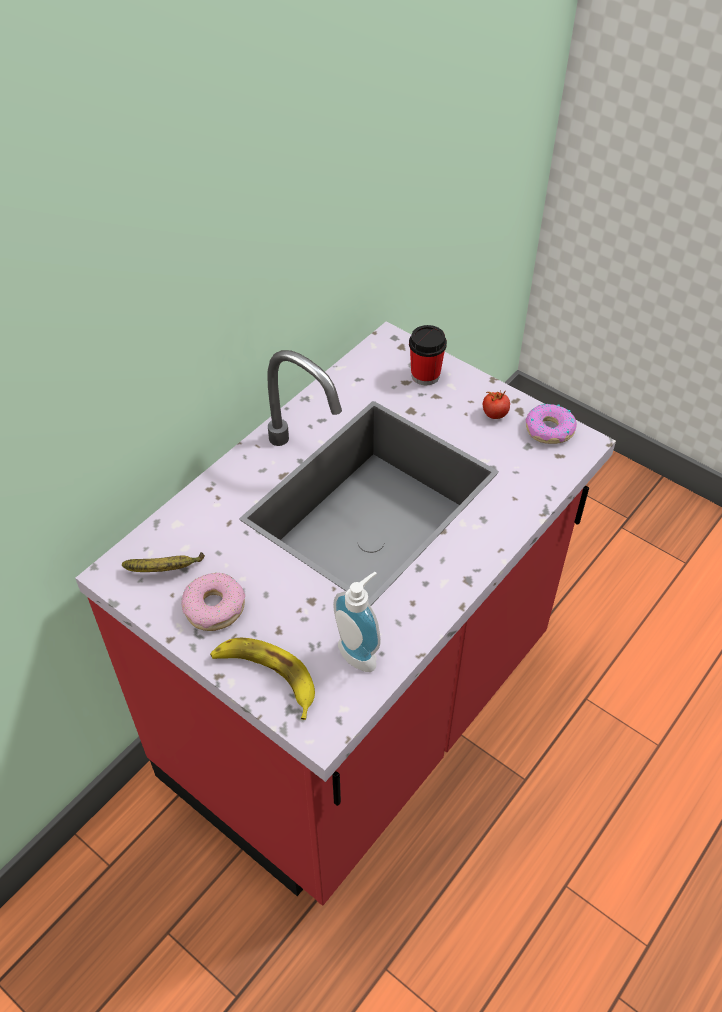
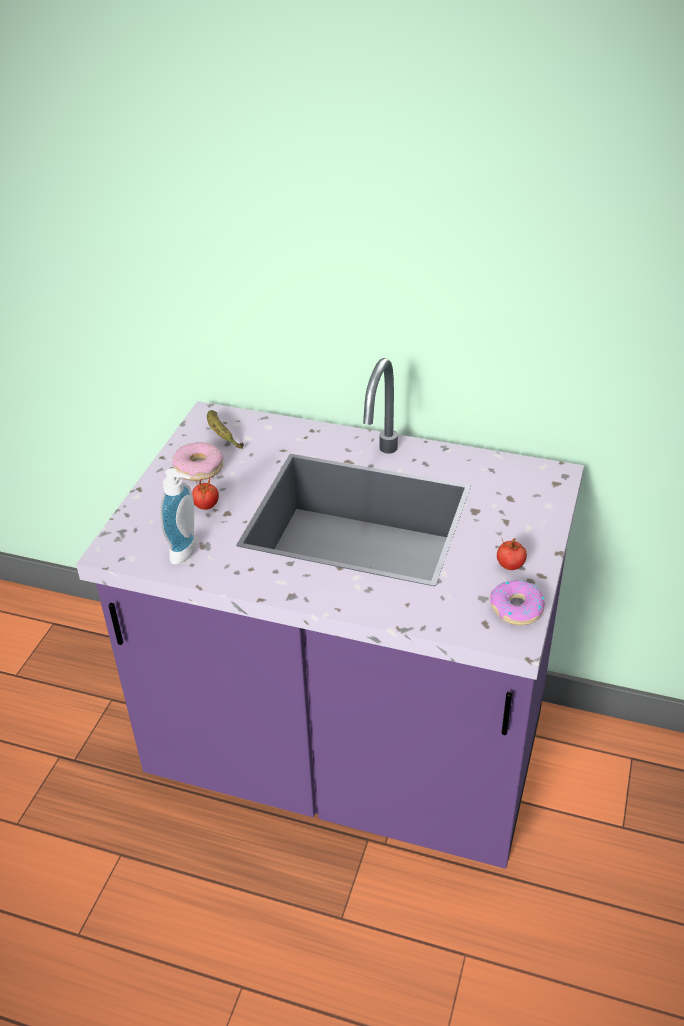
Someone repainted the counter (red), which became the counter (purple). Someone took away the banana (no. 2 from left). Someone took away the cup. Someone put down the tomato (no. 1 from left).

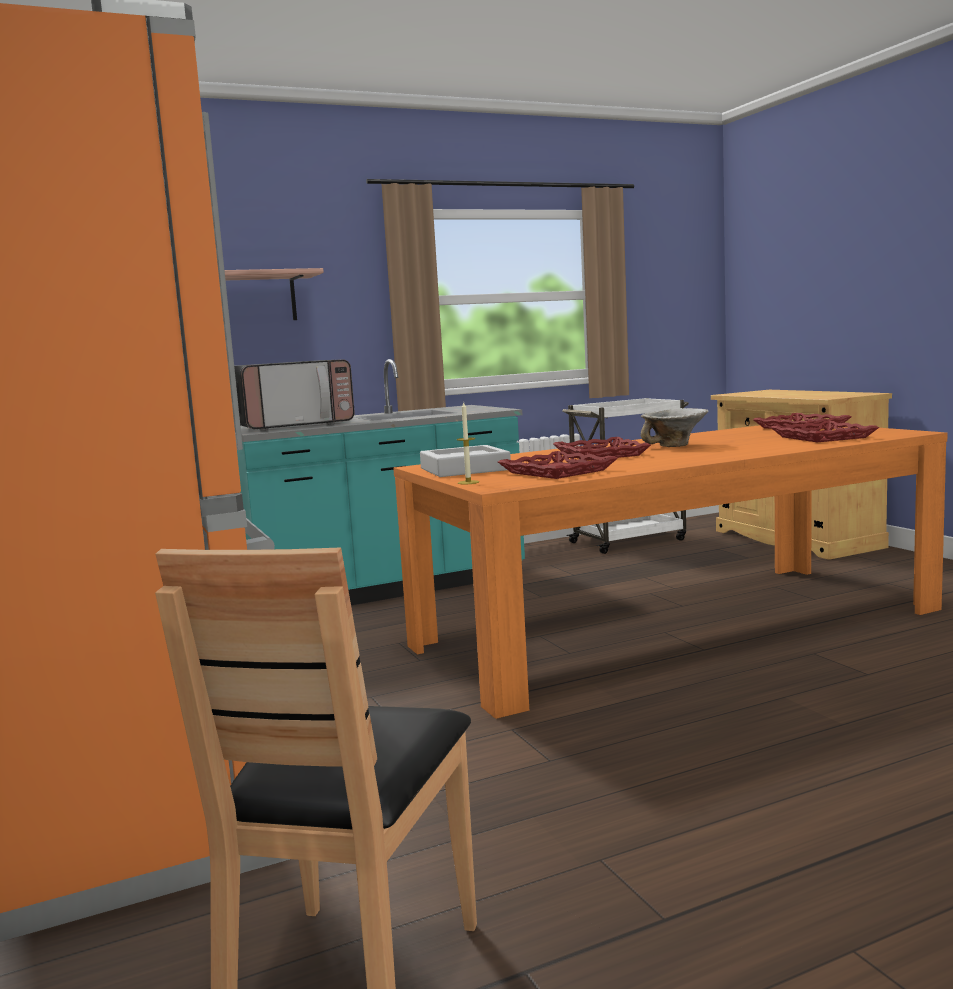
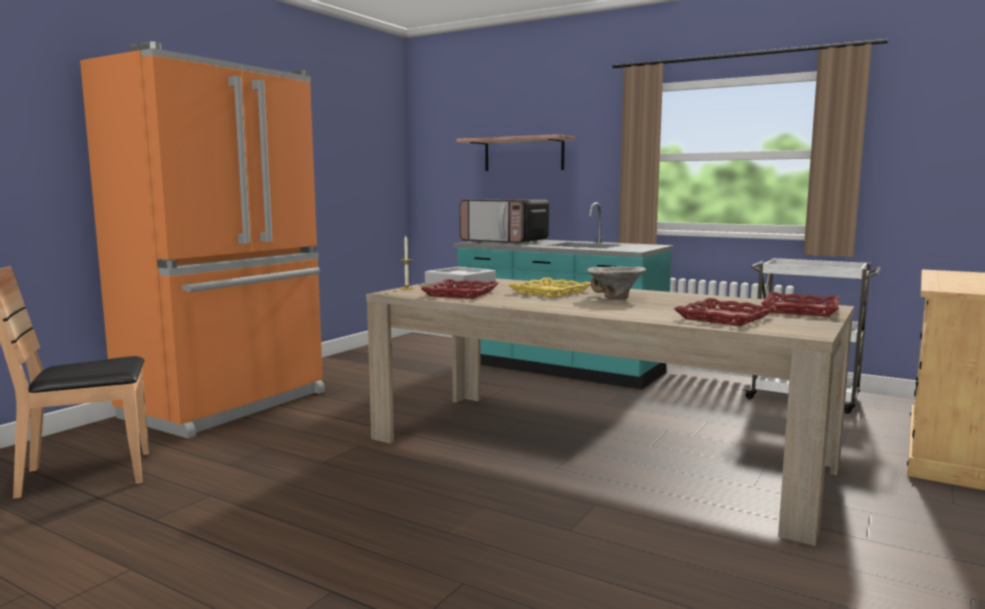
Someone repainted the dining table (orange), which became the dining table (beige). Someone repainted the tray (red) (no. 2 from left), which became the tray (yellow).

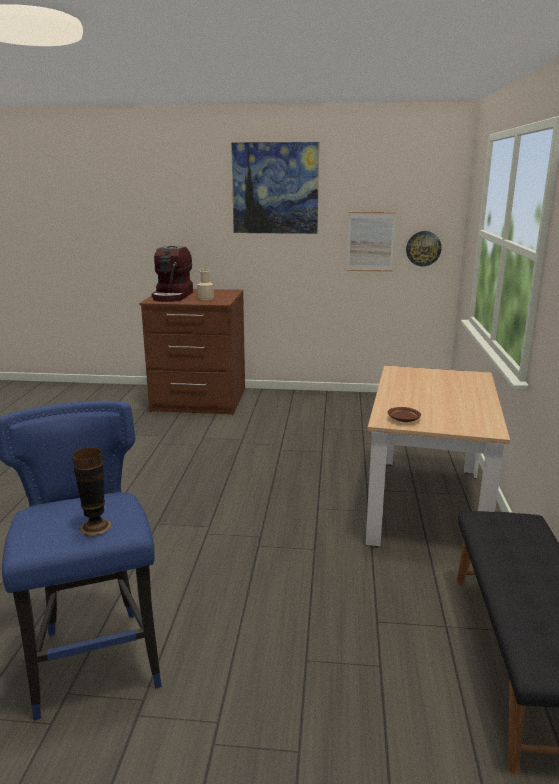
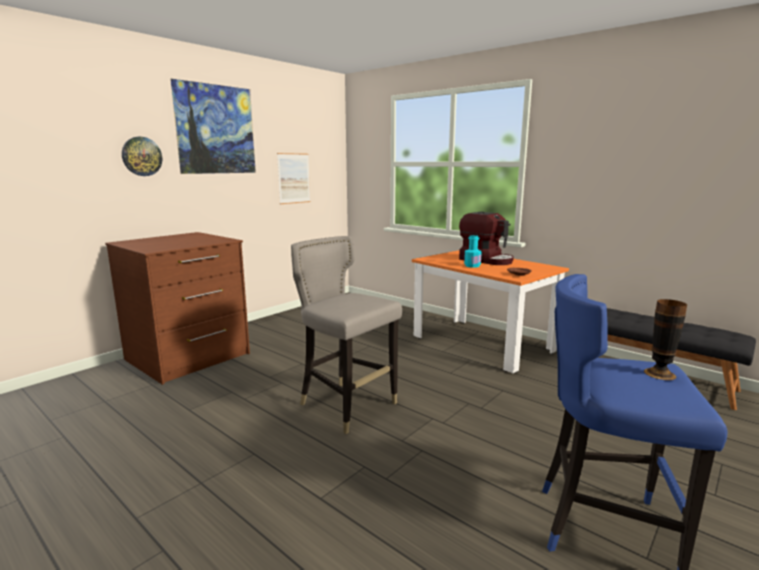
Someone carried the coffee machine. Someone took away the bottle (beige). Someone repainted the dining table (beige), which became the dining table (orange). Someone carried the wall clock. Someone put down the stool (grey). Someone put down the bottle (turquoise).

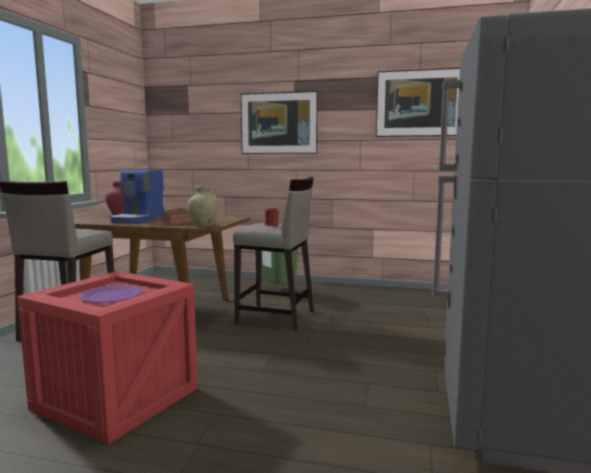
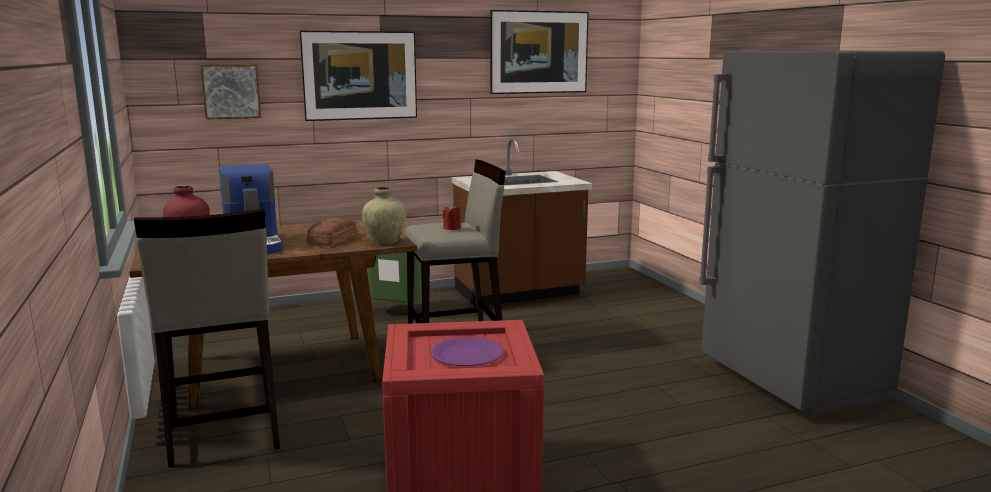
Someone put up the picture (no. 1 from left). Someone put down the counter (brown).

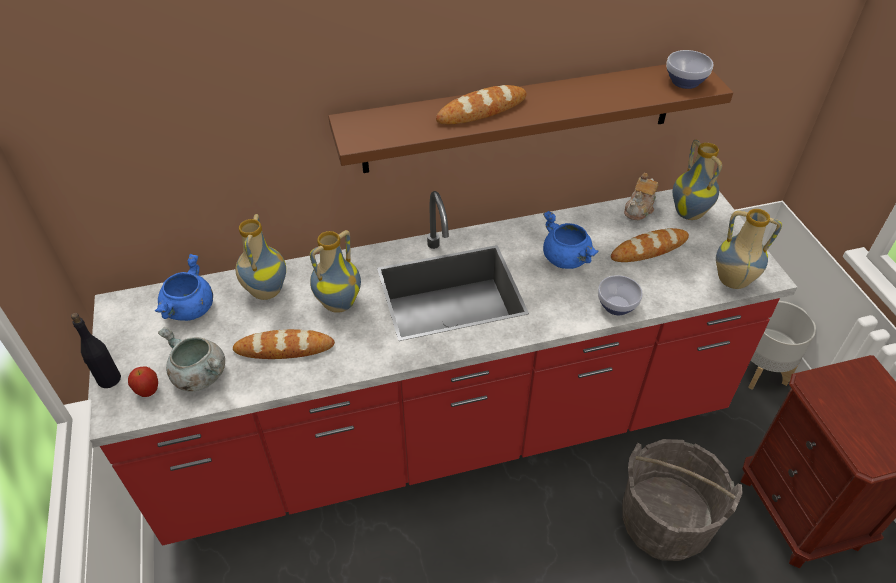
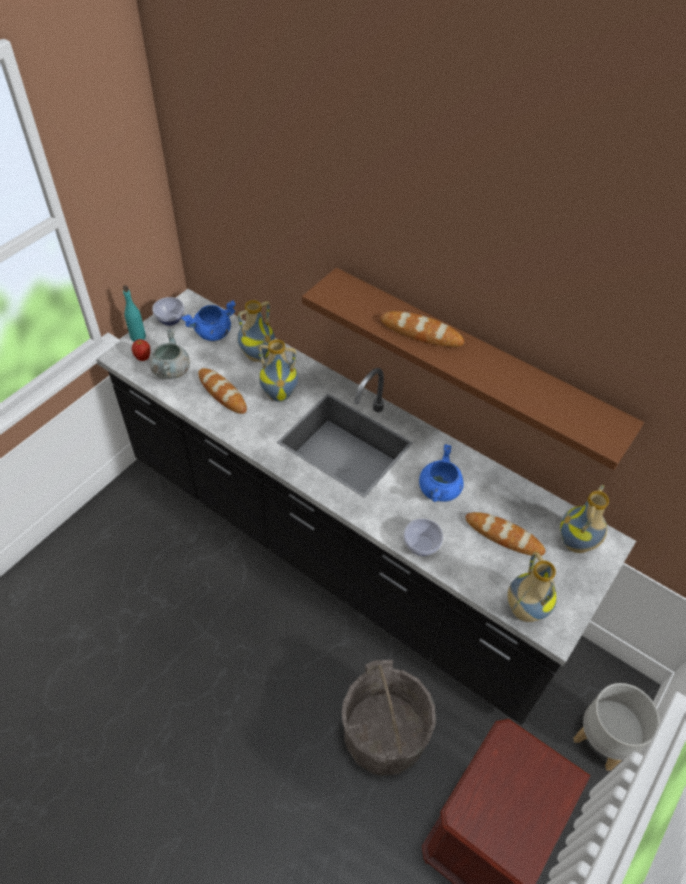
Someone repainted the bottle (black), which became the bottle (turquoise). Someone repainted the counter (red), which became the counter (black). Someone took away the teapot. Someone carried the bowl (no. 2 from left in the first image).

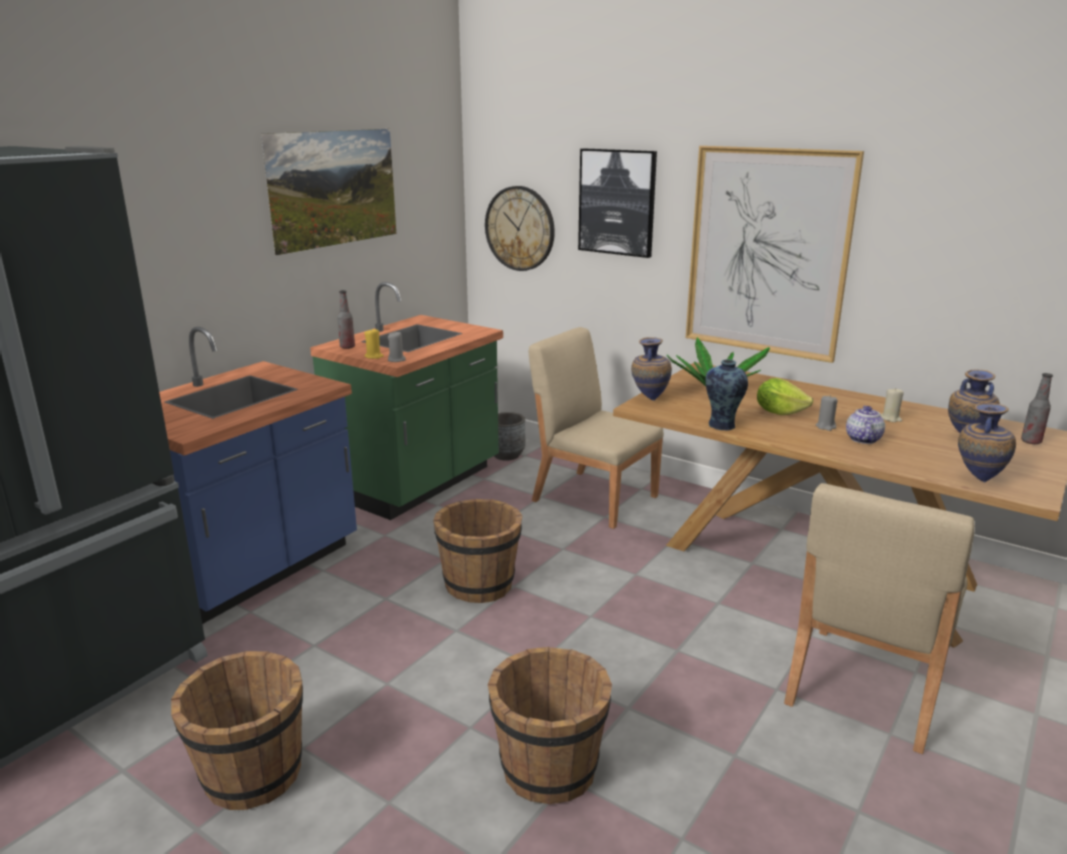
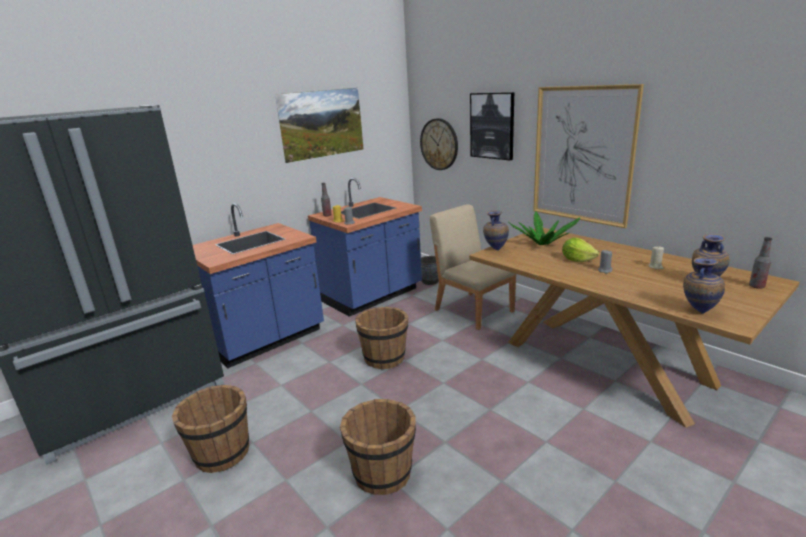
Someone repainted the counter (green), which became the counter (blue) (no. 2 from left). Someone took away the vase (no. 2 from left). Someone took away the chair (beige) (no. 2 from left). Someone took away the teapot.

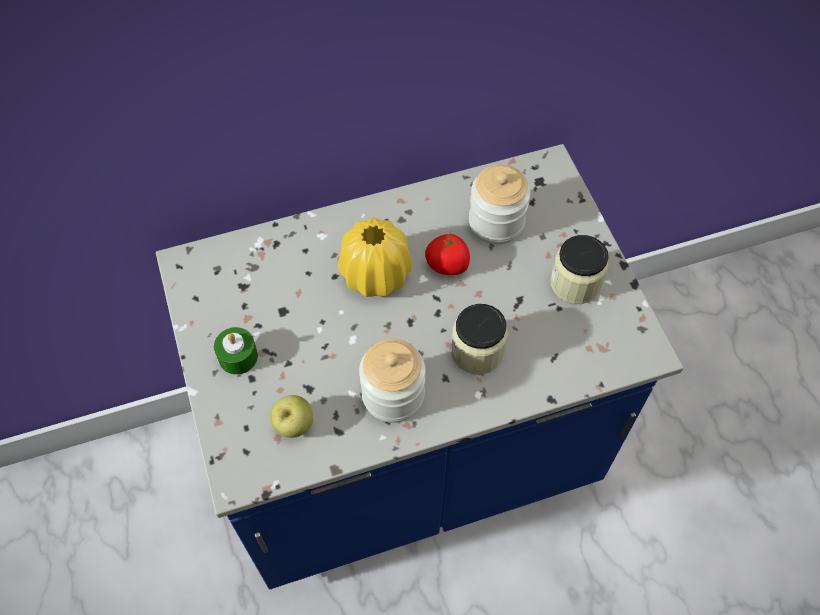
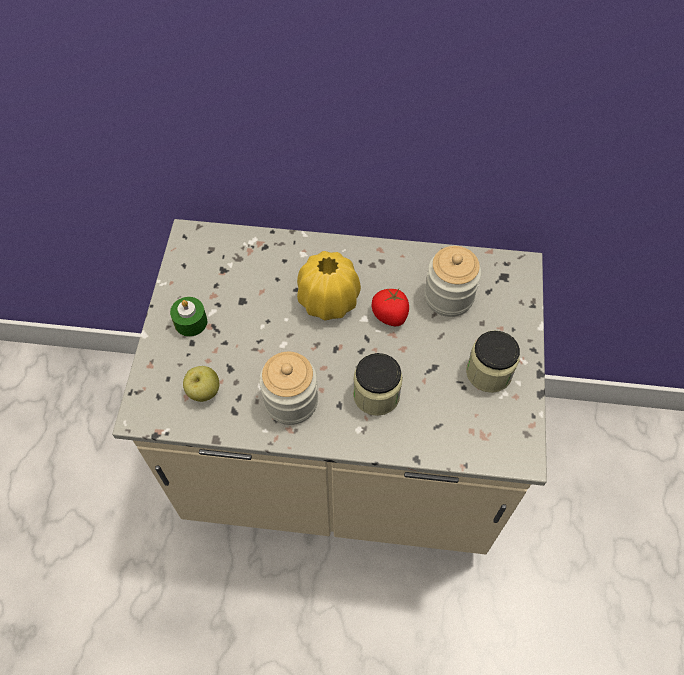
Someone repainted the counter (blue), which became the counter (beige).

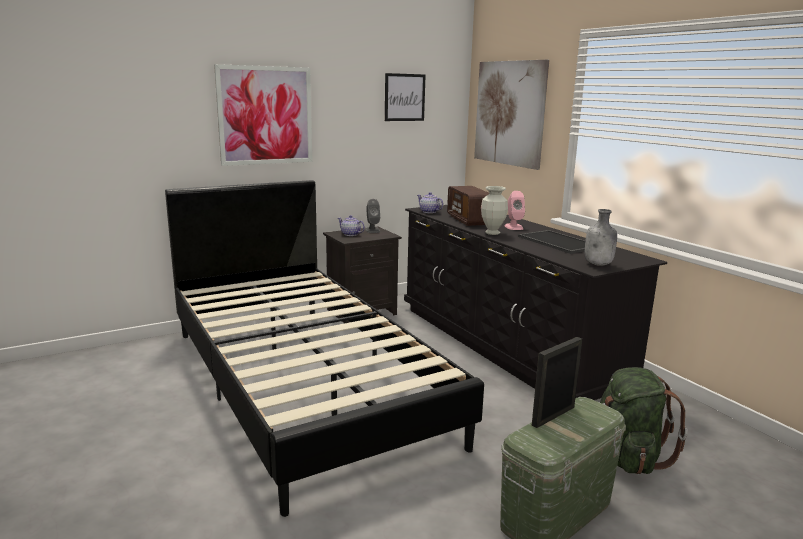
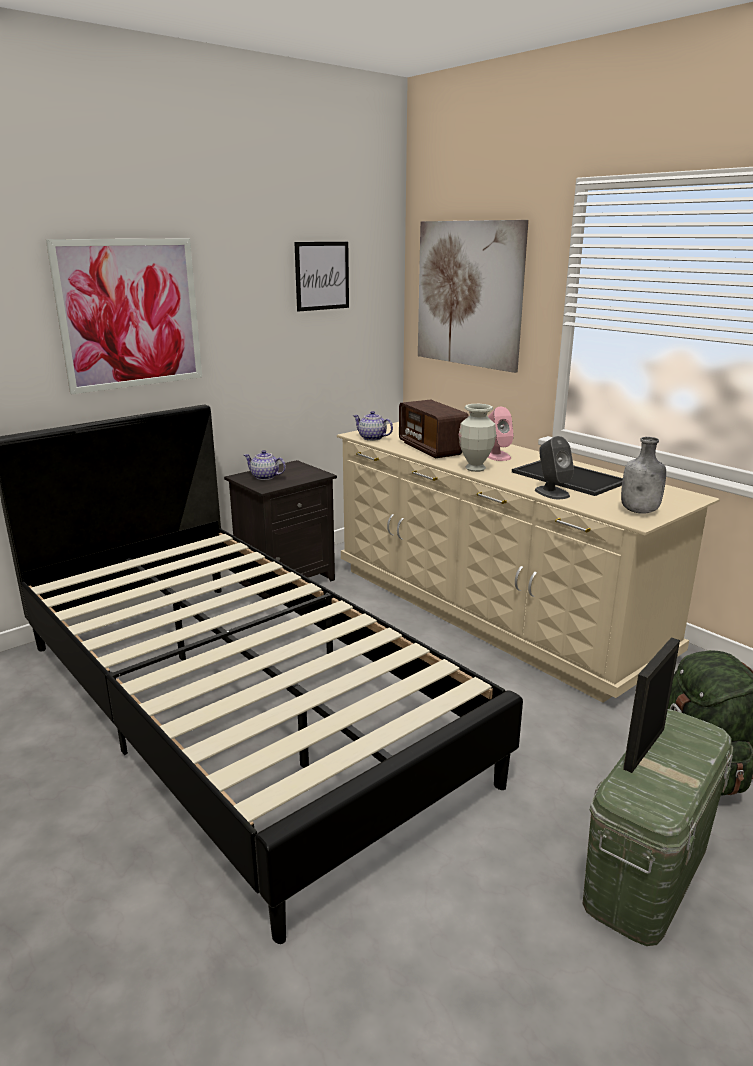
Someone carried the speaker (grey). Someone repainted the dresser (black), which became the dresser (beige).

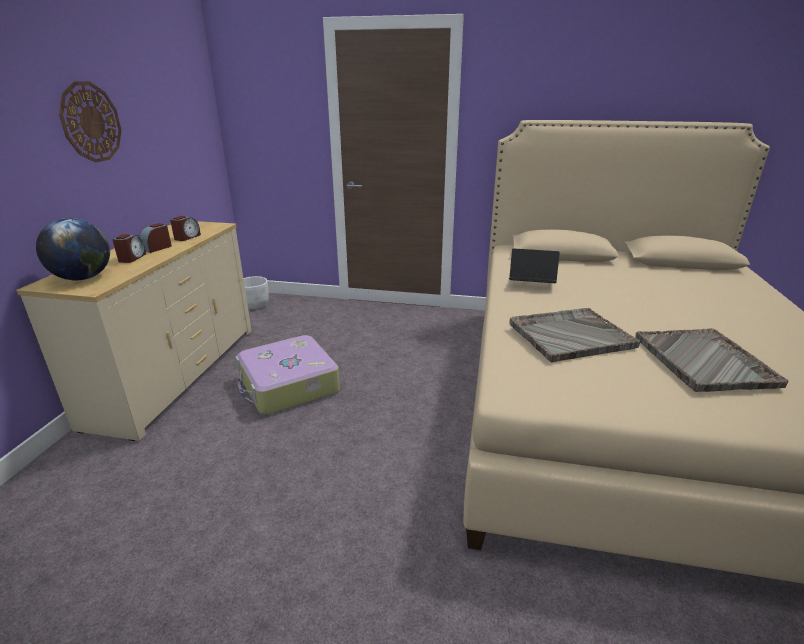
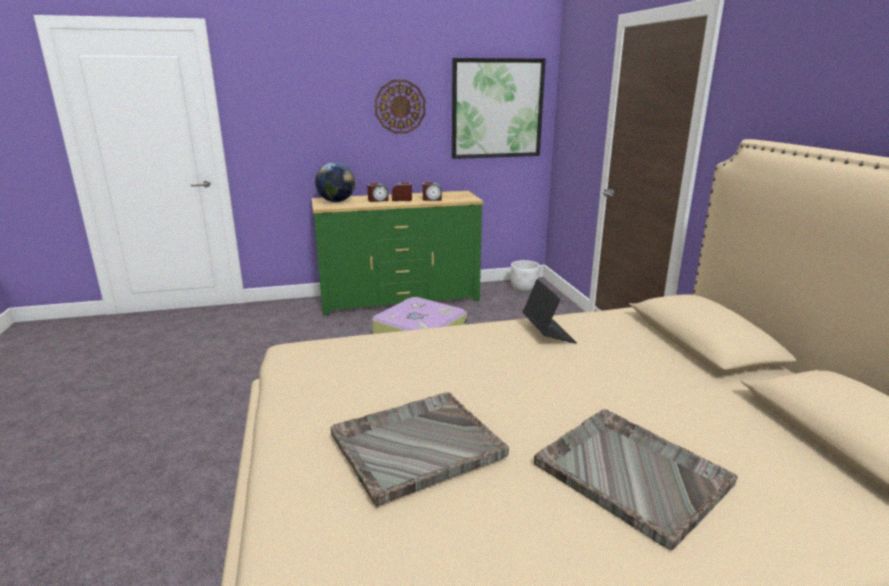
Someone repainted the dresser (beige), which became the dresser (green). Someone carried the tray (grey) (no. 1 from left in the first image). Someone put up the picture.

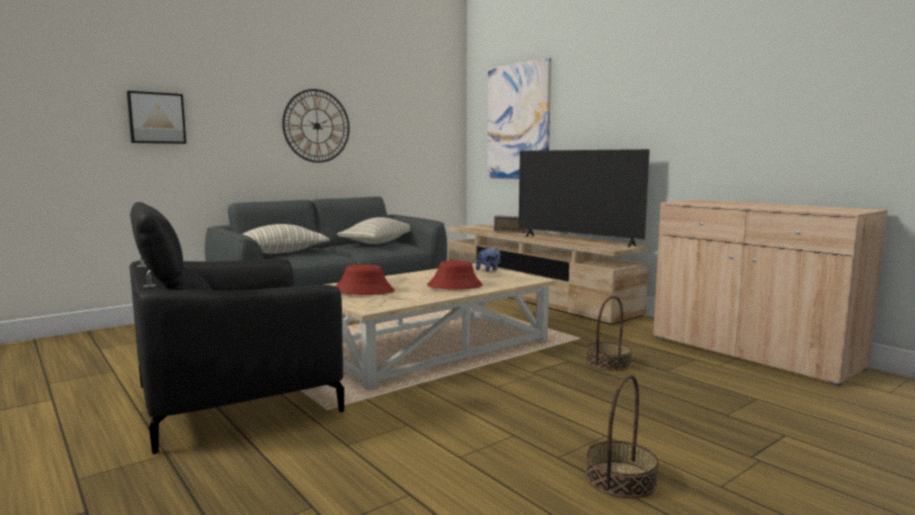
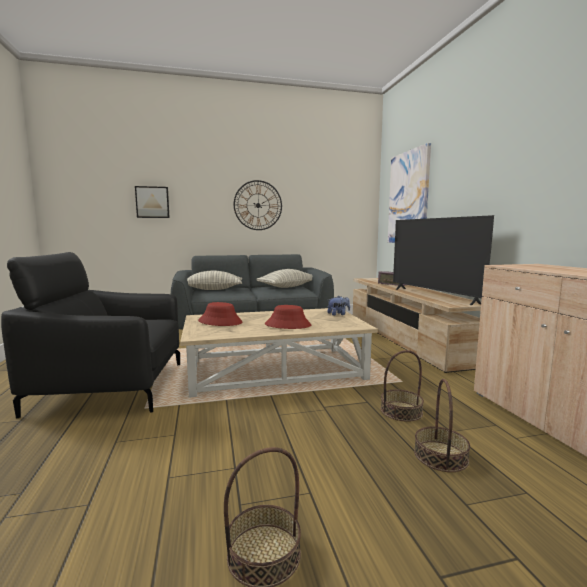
Someone put down the basket (no. 3 from left).

